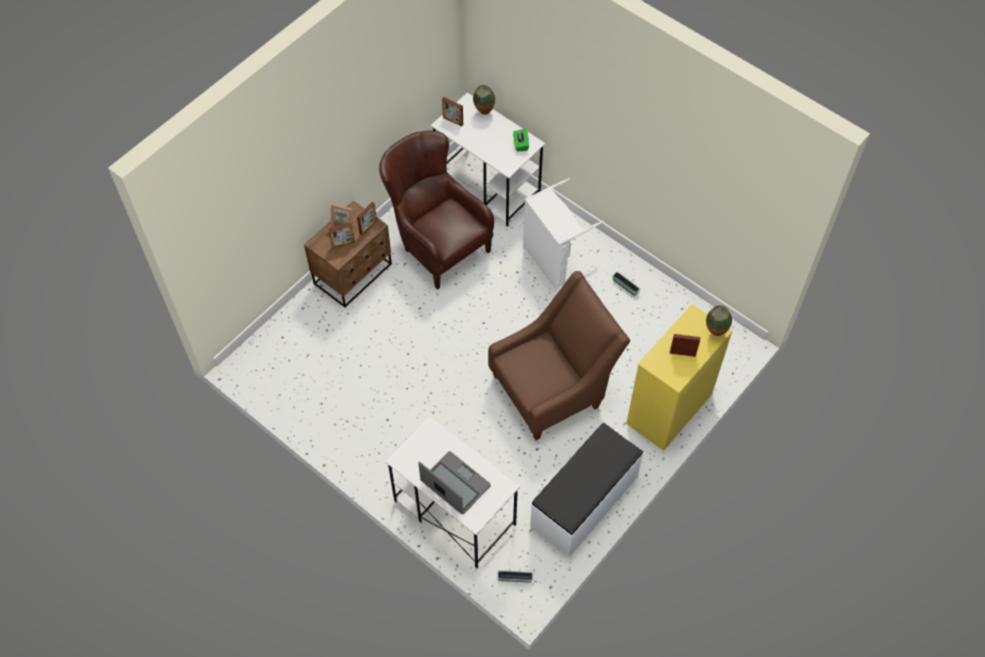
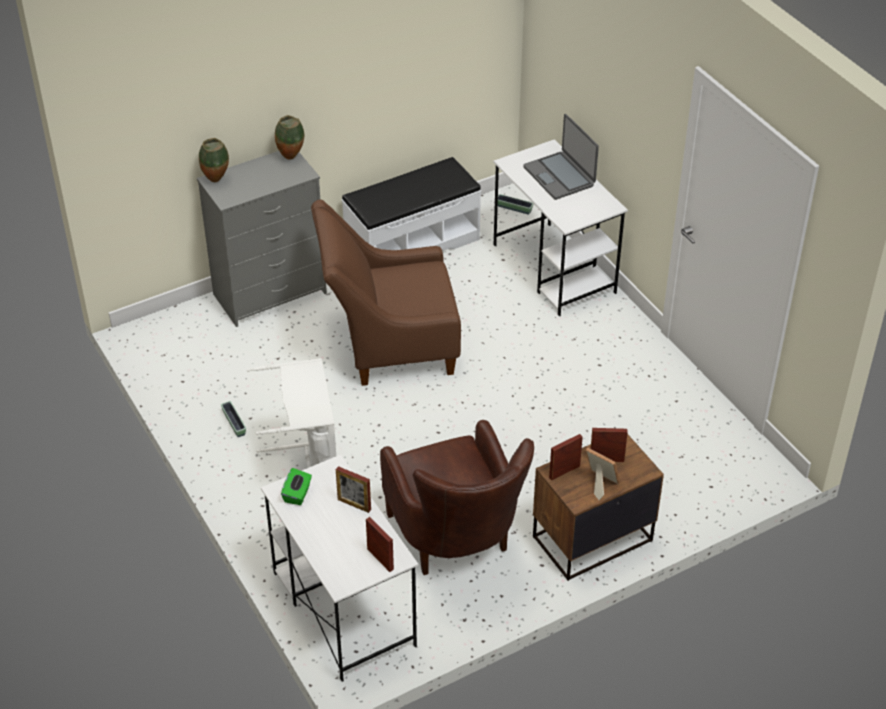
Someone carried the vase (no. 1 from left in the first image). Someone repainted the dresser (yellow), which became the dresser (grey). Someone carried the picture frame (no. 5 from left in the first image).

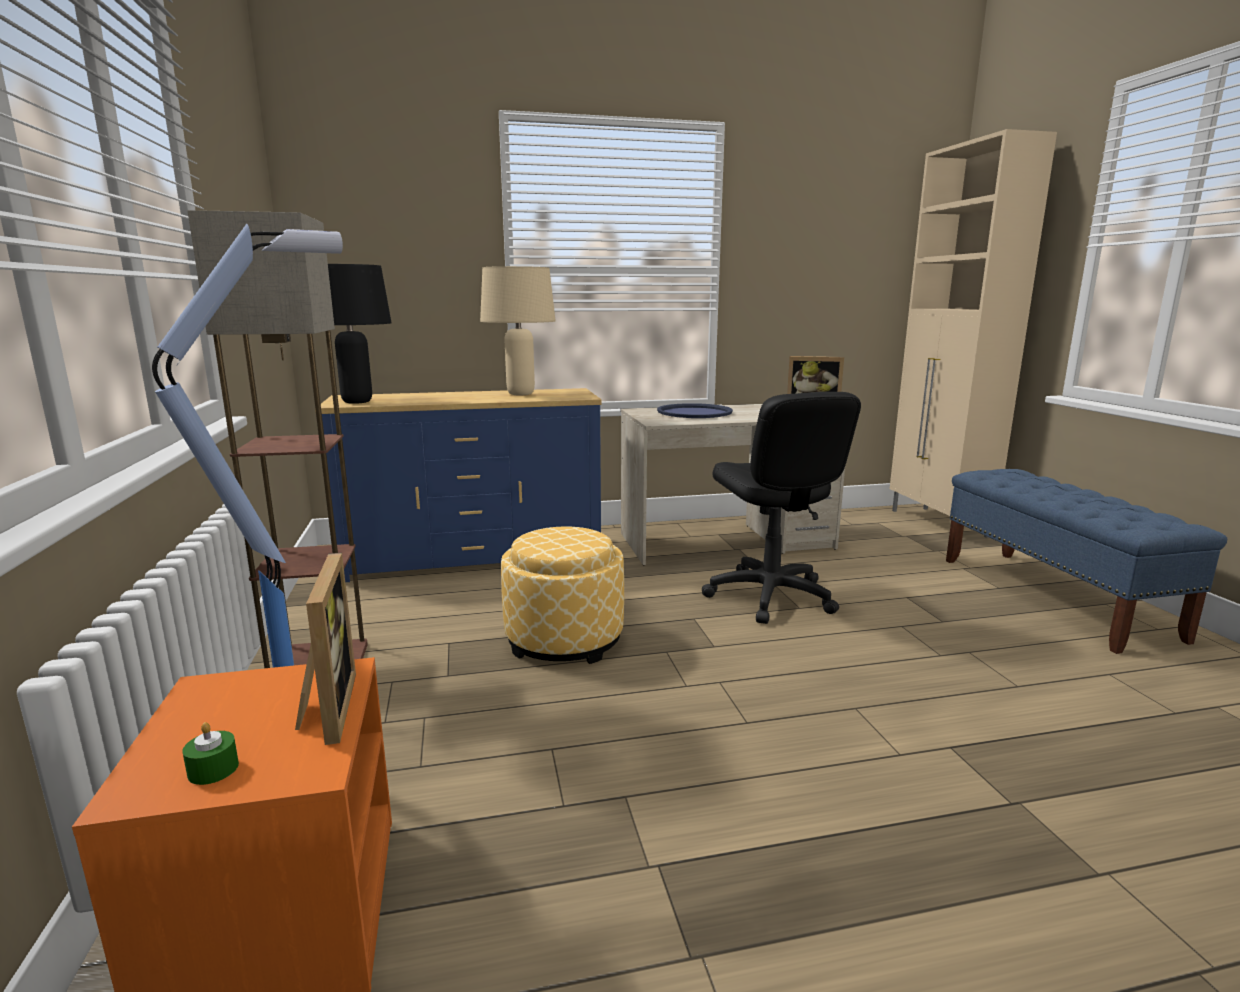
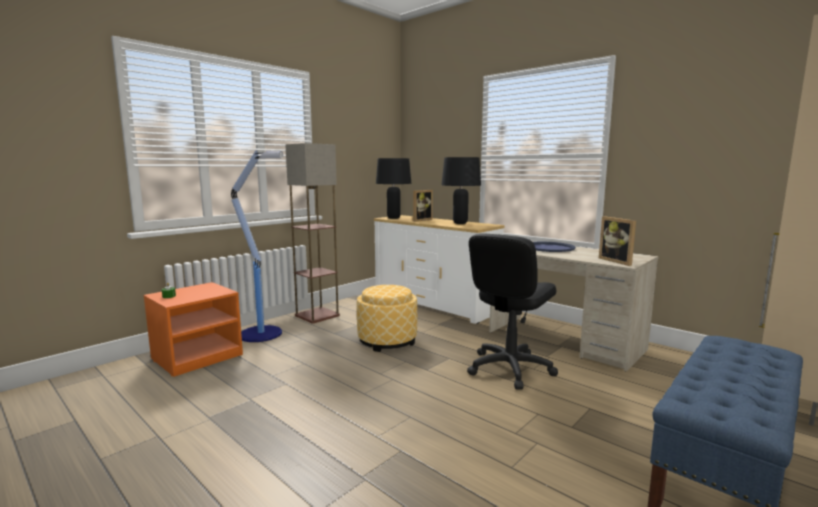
Someone carried the picture frame (no. 1 from left). Someone repainted the dresser (blue), which became the dresser (white). Someone repainted the table lamp (beige), which became the table lamp (black) (no. 2 from left).

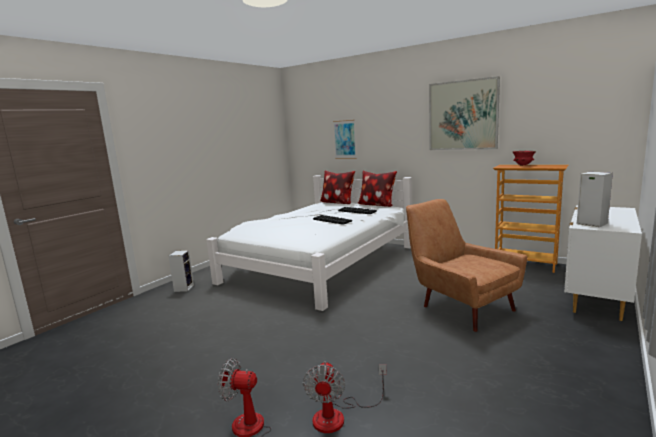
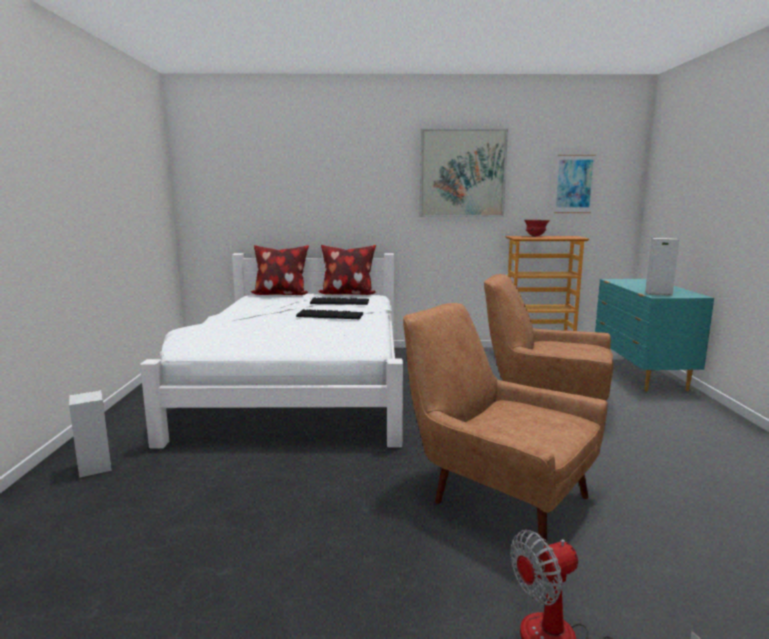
Someone took away the fan (no. 2 from left). Someone carried the picture (no. 1 from left in the first image). Someone repainted the dresser (white), which became the dresser (turquoise). Someone put down the armchair (brown) (no. 1 from left).

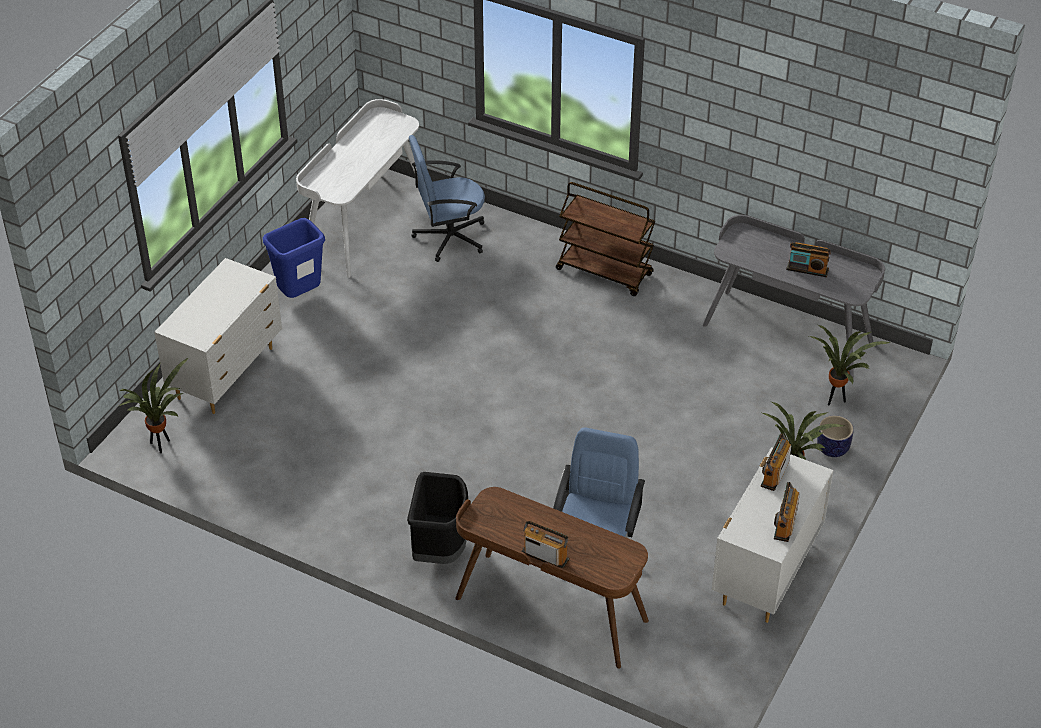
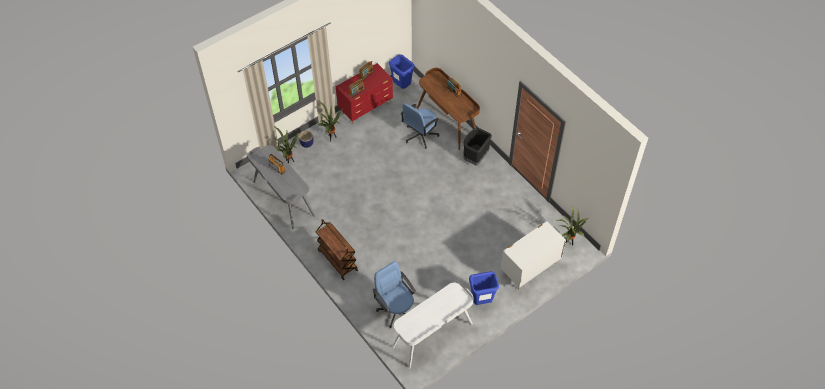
Someone rotated the office chair (blue) (no. 1 from left) by 135 degrees counterclockwise. Someone repainted the dresser (white) (no. 2 from left), which became the dresser (red). Someone put down the trash can (blue) (no. 1 from left).

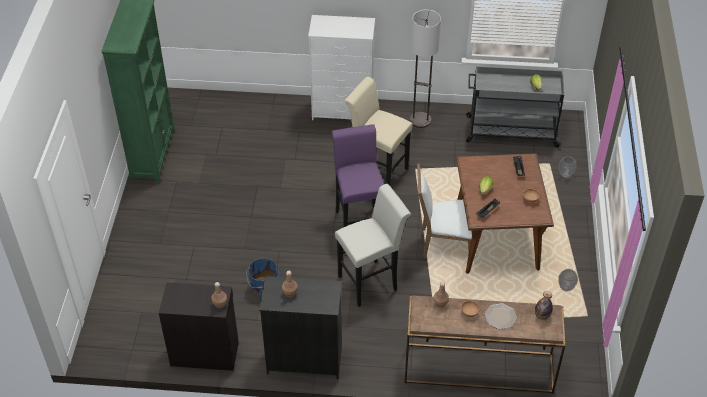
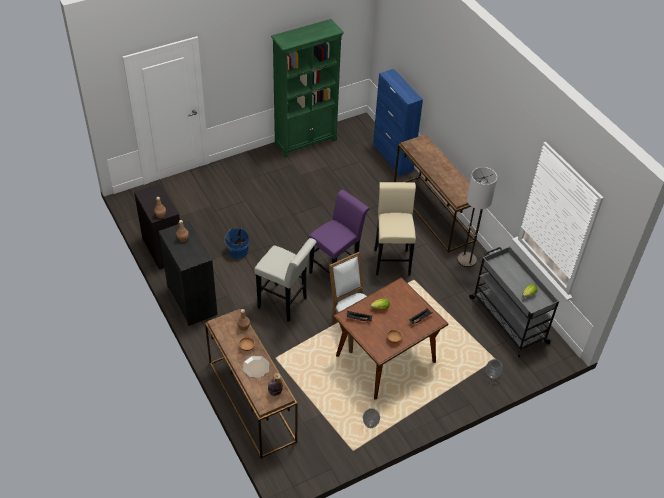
Someone swapped the dresser (white) for the console table (brown) (no. 2 from left). Someone put down the cabinet (blue).

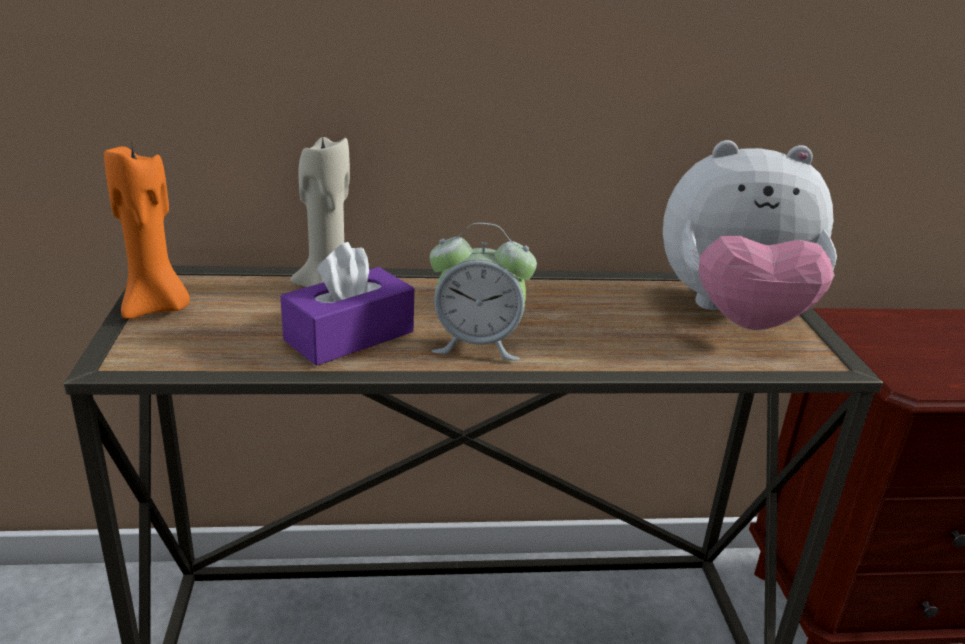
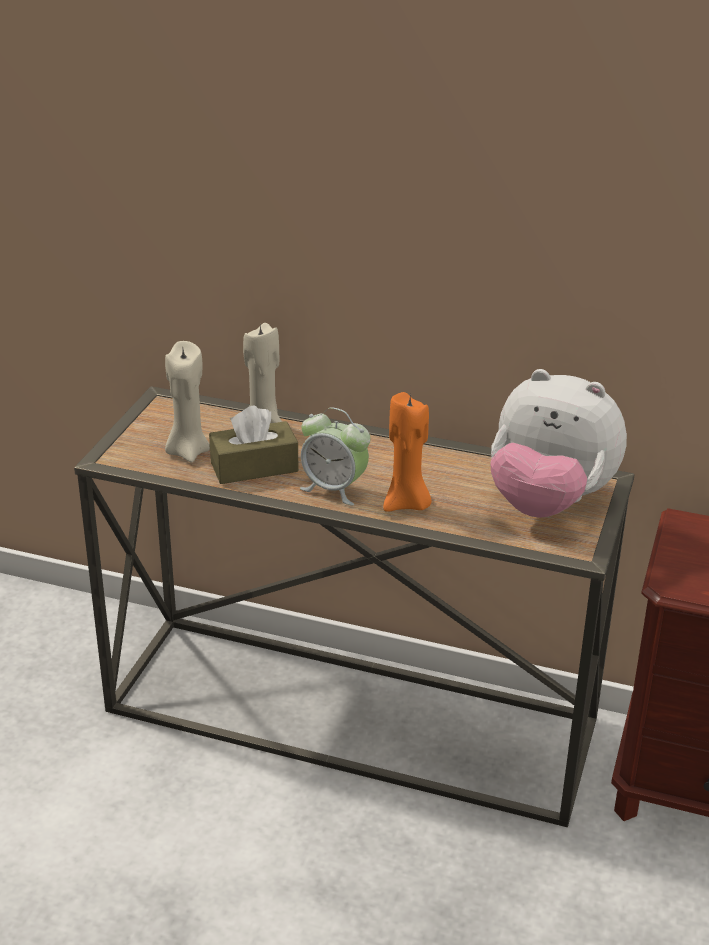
Someone carried the candle (orange). Someone repainted the tissue box (purple), which became the tissue box (brown). Someone put down the candle (beige) (no. 1 from left).

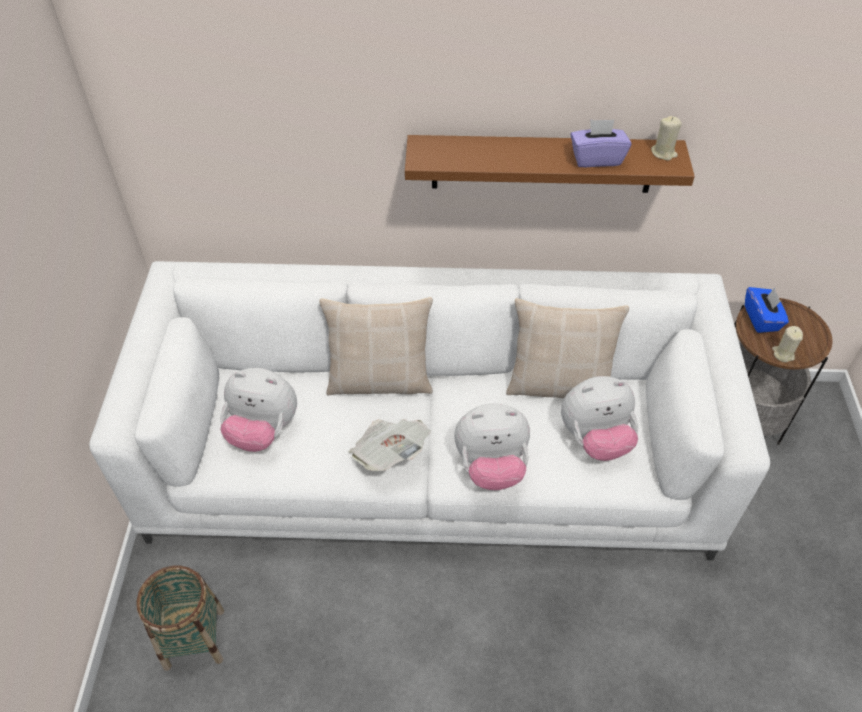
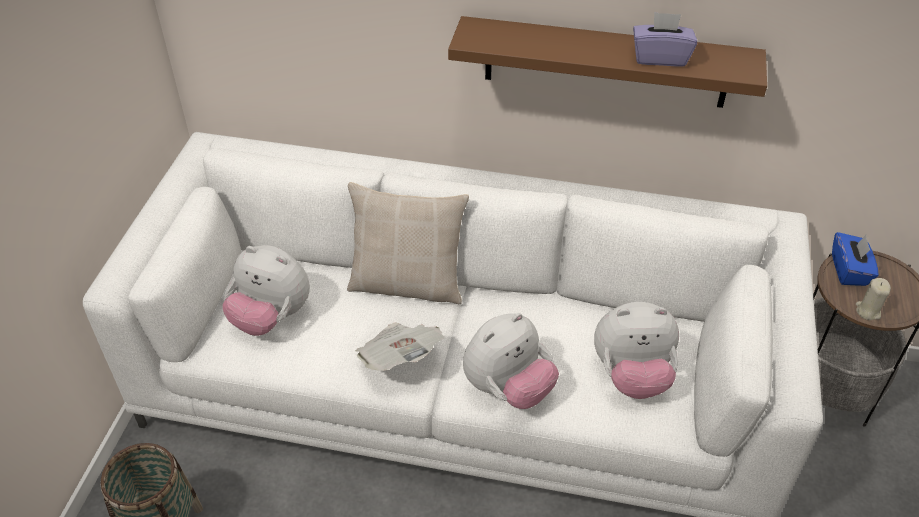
Someone rotated the plush toy (no. 2 from left) by 45 degrees counterclockwise. Someone took away the pillow (beige) (no. 2 from left). Someone took away the candle (beige) (no. 1 from left).

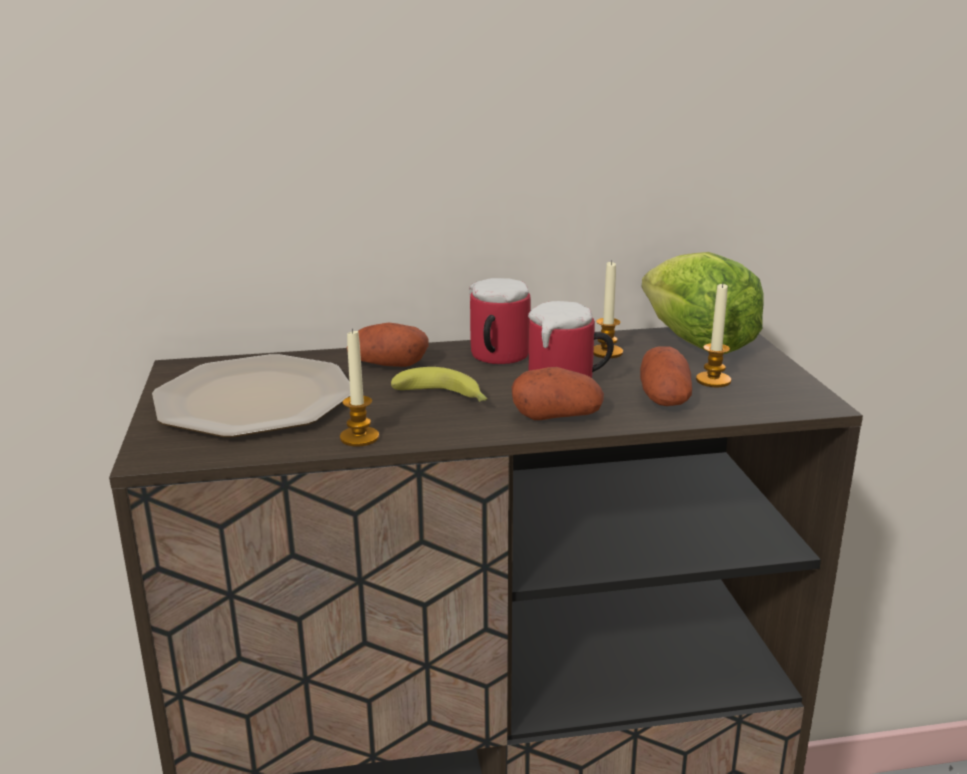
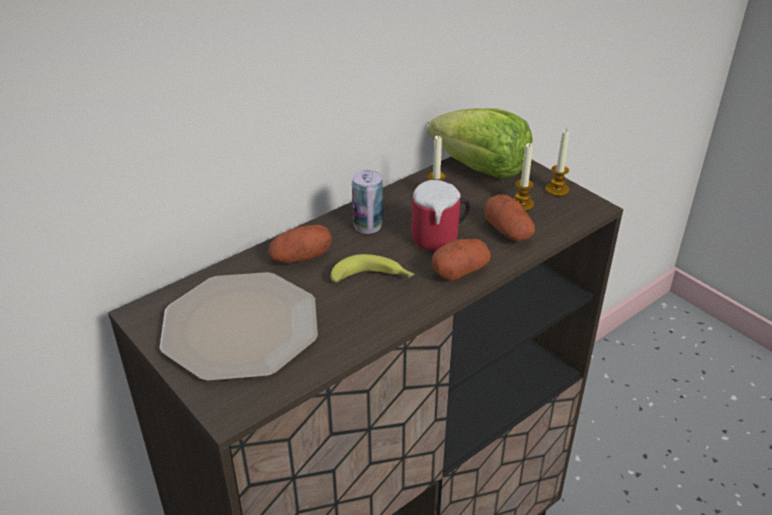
Someone carried the candle (no. 1 from left in the first image). Someone swapped the mug (no. 1 from left) for the can.

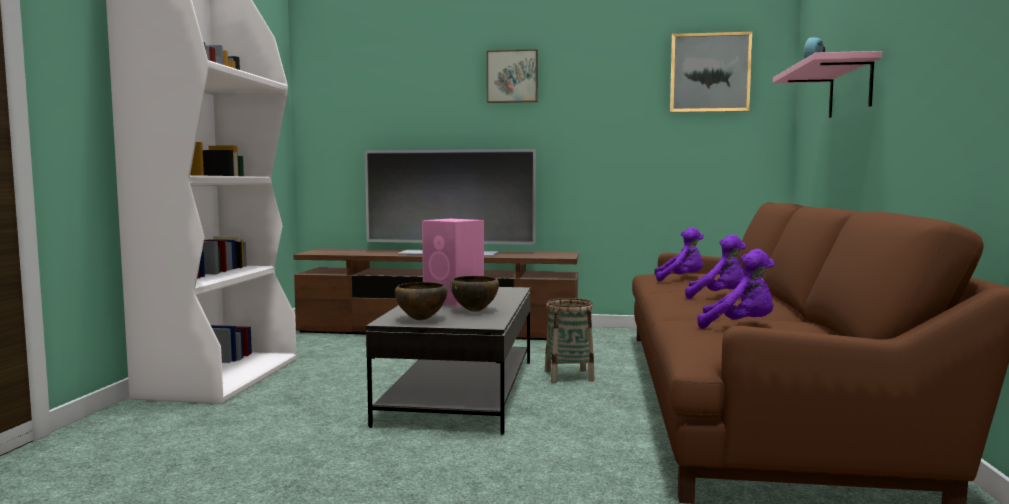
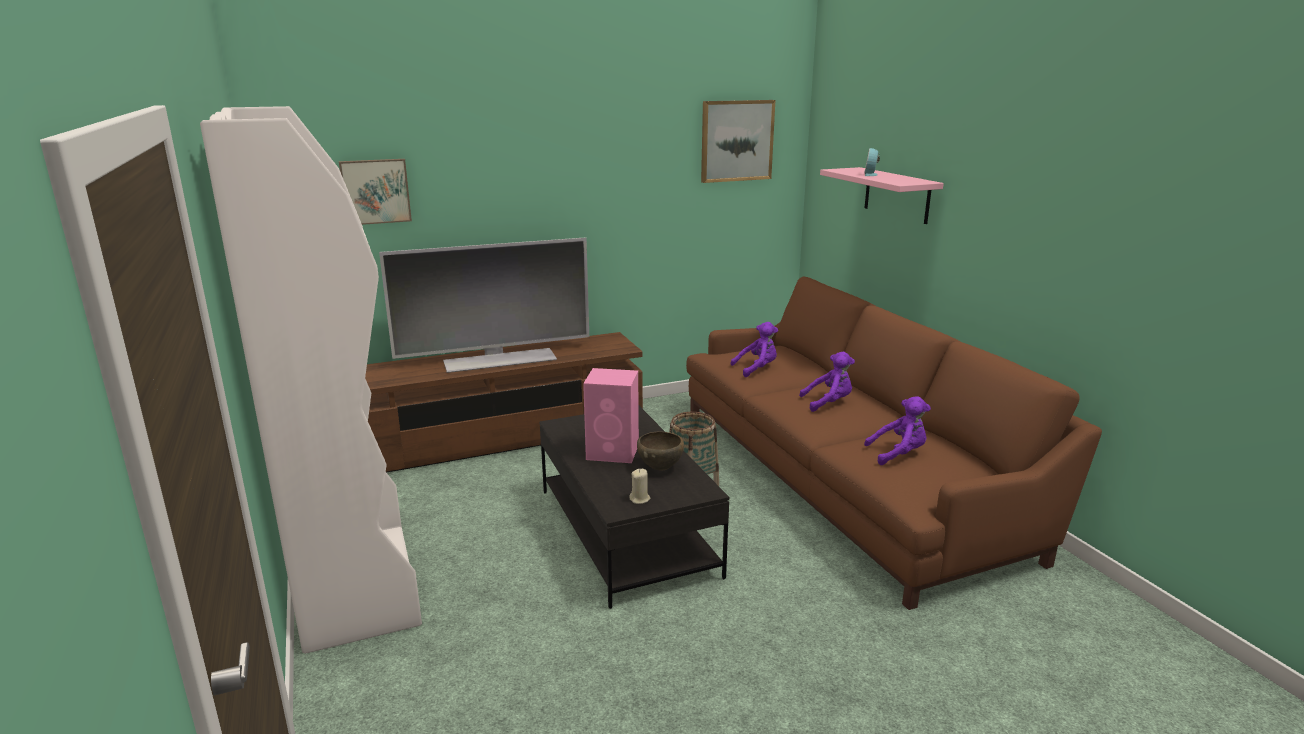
Someone swapped the bowl (brown) (no. 1 from left) for the candle (beige). Someone carried the picture (no. 1 from left).

